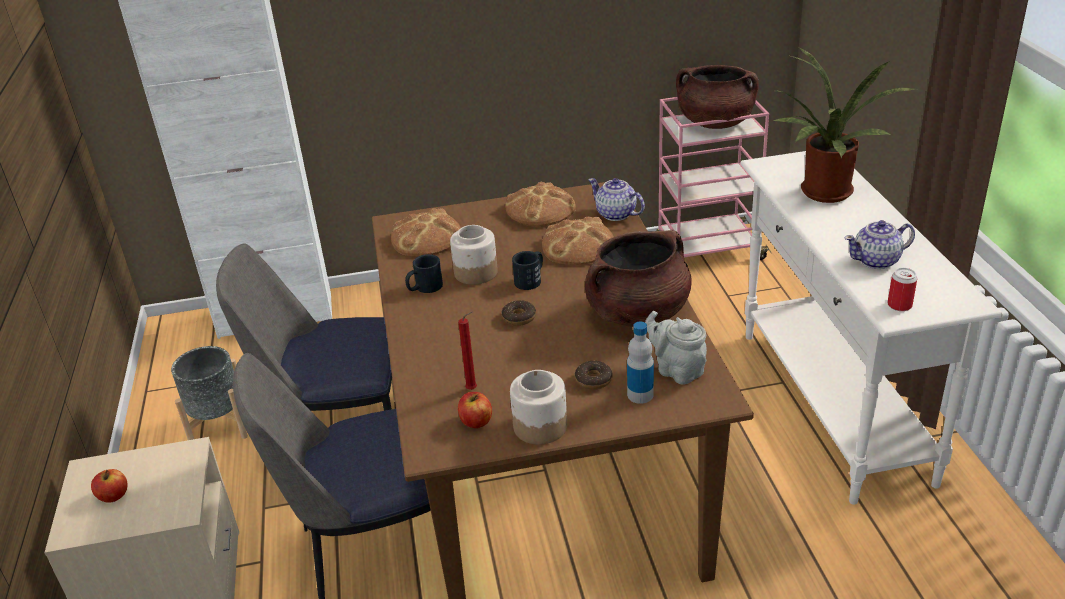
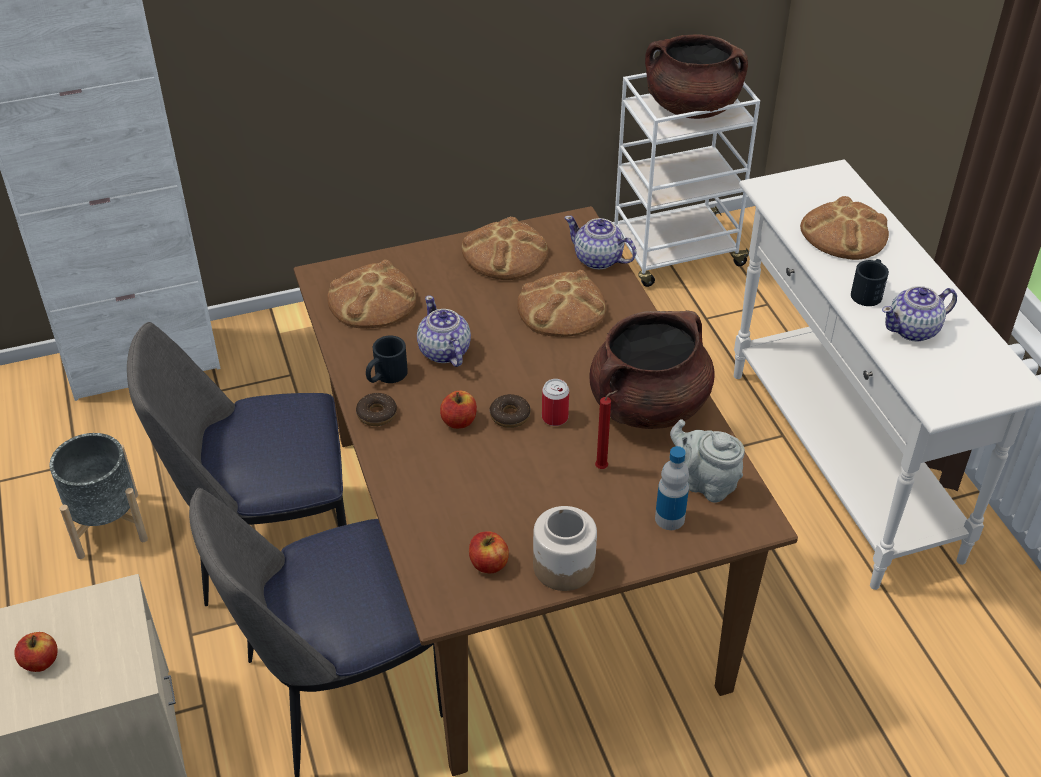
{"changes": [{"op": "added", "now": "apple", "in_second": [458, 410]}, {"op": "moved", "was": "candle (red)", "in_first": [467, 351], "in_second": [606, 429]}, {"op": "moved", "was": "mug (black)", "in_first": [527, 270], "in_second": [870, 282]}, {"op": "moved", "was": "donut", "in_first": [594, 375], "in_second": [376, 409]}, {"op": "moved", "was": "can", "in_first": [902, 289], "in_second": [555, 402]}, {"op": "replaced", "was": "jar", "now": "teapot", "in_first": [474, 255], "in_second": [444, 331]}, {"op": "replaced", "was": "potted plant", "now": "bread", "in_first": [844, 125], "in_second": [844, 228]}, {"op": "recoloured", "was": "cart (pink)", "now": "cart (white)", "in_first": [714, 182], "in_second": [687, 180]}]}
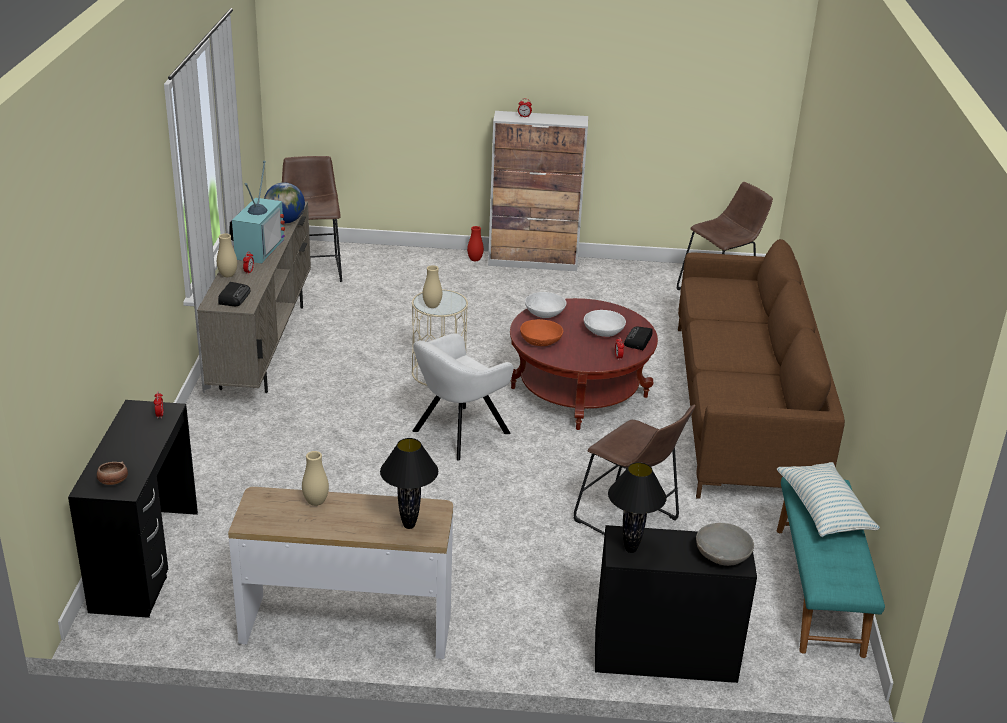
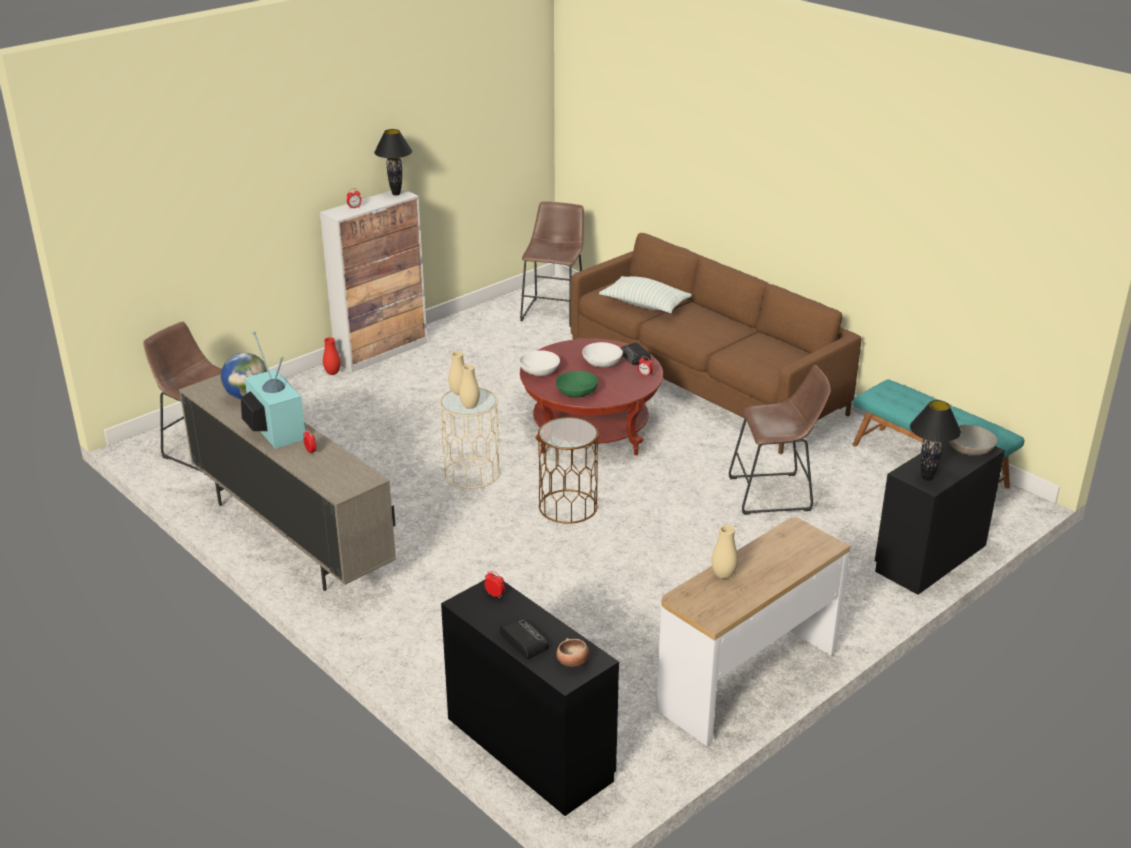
{"changes": [{"op": "moved", "was": "vase (beige)", "in_first": [227, 255], "in_second": [456, 373]}, {"op": "moved", "was": "radio", "in_first": [234, 294], "in_second": [524, 639]}, {"op": "moved", "was": "table lamp (black)", "in_first": [409, 483], "in_second": [393, 162]}, {"op": "moved", "was": "pillow", "in_first": [828, 499], "in_second": [645, 294]}, {"op": "replaced", "was": "armchair (white)", "now": "side table (brown)", "in_first": [463, 396], "in_second": [568, 470]}, {"op": "recoloured", "was": "bowl (orange)", "now": "bowl (green)", "in_first": [541, 332], "in_second": [576, 384]}]}
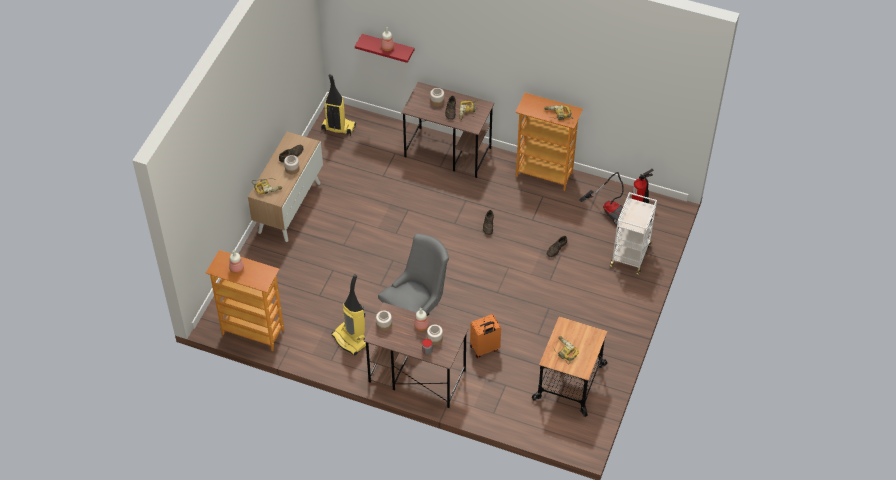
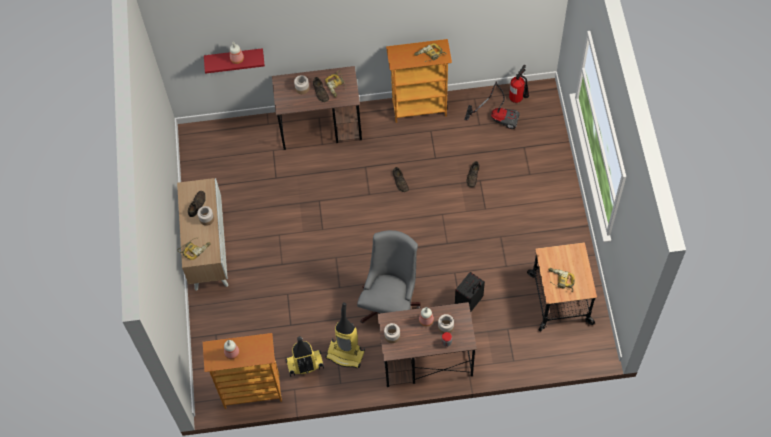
{"changes": [{"op": "removed", "was": "cart (white)", "in_first": [633, 234]}, {"op": "moved", "was": "vacuum cleaner", "in_first": [338, 105], "in_second": [305, 356]}, {"op": "recoloured", "was": "suitcase (orange)", "now": "suitcase (black)", "in_first": [485, 336], "in_second": [470, 292]}]}
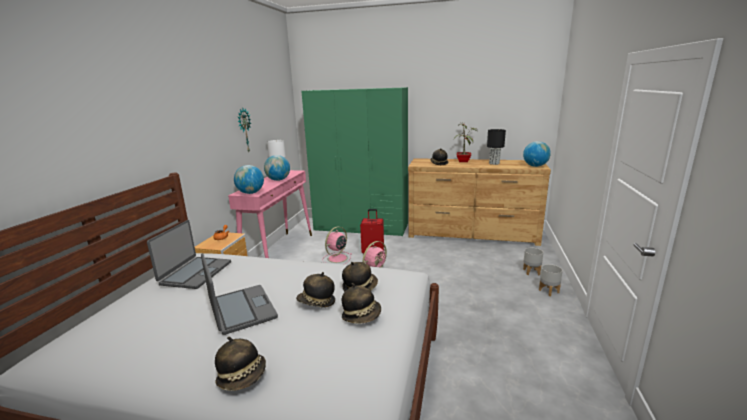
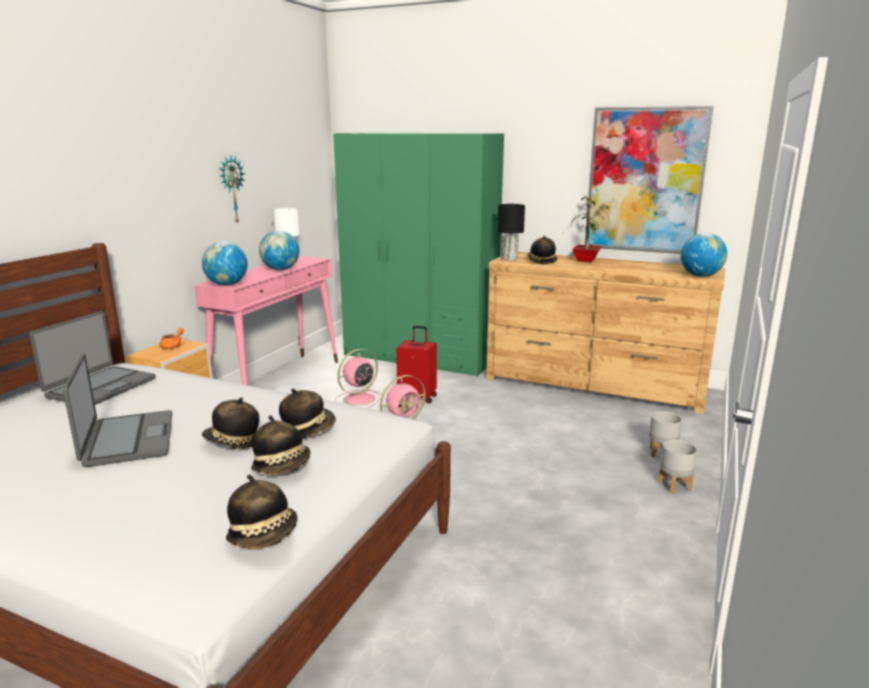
{"changes": [{"op": "added", "now": "picture", "in_second": [649, 180]}, {"op": "moved", "was": "hat", "in_first": [240, 364], "in_second": [262, 512]}, {"op": "moved", "was": "table lamp (black)", "in_first": [496, 147], "in_second": [511, 232]}]}
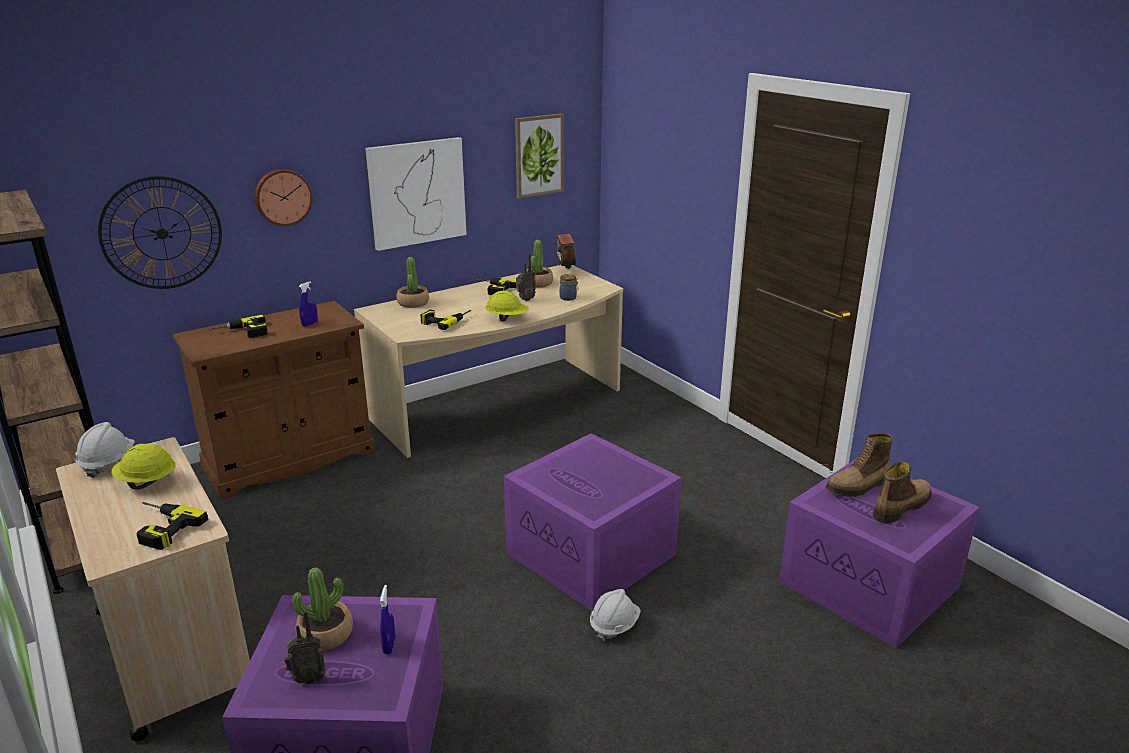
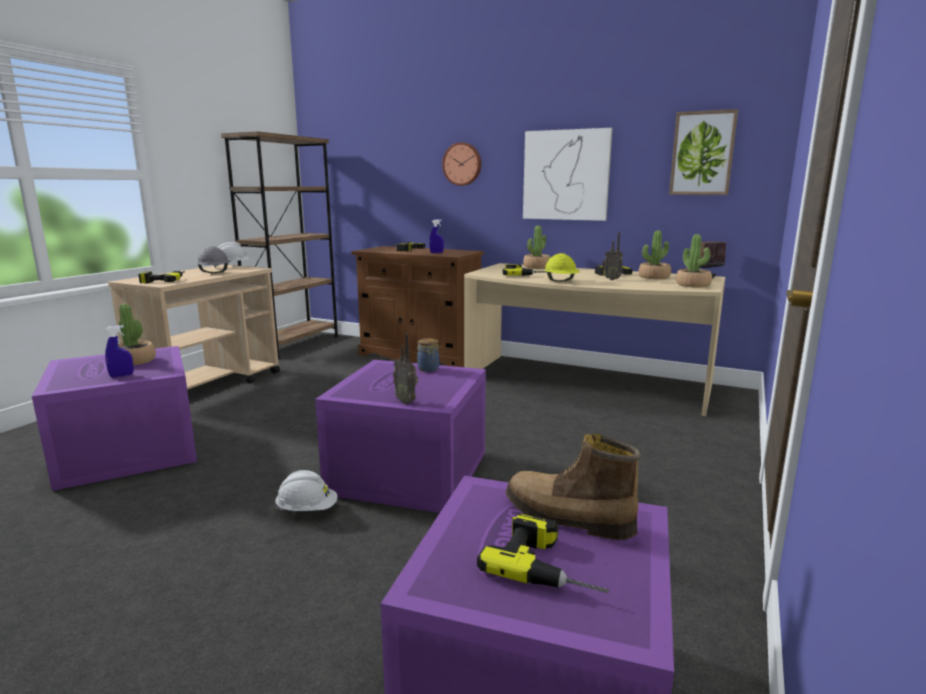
{"changes": [{"op": "removed", "was": "wall clock", "in_first": [160, 232]}, {"op": "added", "now": "potted plant", "in_second": [694, 261]}, {"op": "moved", "was": "radio", "in_first": [304, 647], "in_second": [405, 369]}, {"op": "moved", "was": "jar", "in_first": [569, 287], "in_second": [428, 355]}, {"op": "replaced", "was": "boot", "now": "power drill", "in_first": [902, 492], "in_second": [543, 553]}, {"op": "recoloured", "was": "hard hat (yellow)", "now": "hard hat (grey)", "in_first": [144, 466], "in_second": [213, 259]}]}
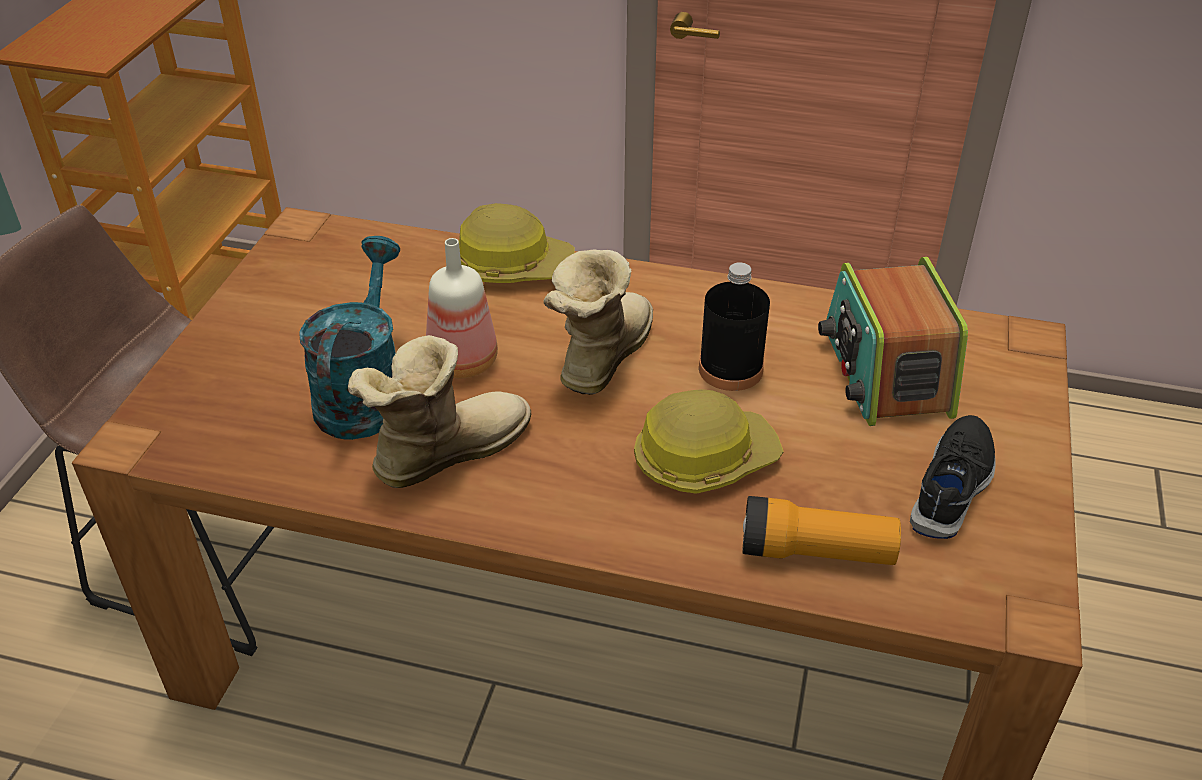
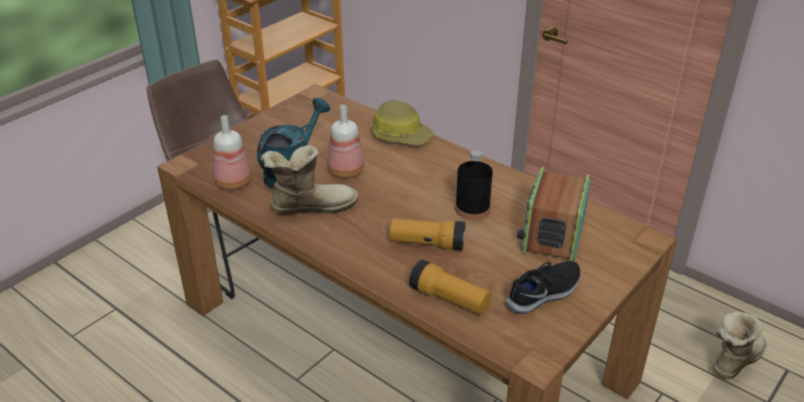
{"changes": [{"op": "added", "now": "bottle", "in_second": [232, 152]}, {"op": "moved", "was": "boot", "in_first": [598, 322], "in_second": [739, 345]}, {"op": "replaced", "was": "hard hat", "now": "flashlight", "in_first": [709, 441], "in_second": [427, 234]}]}
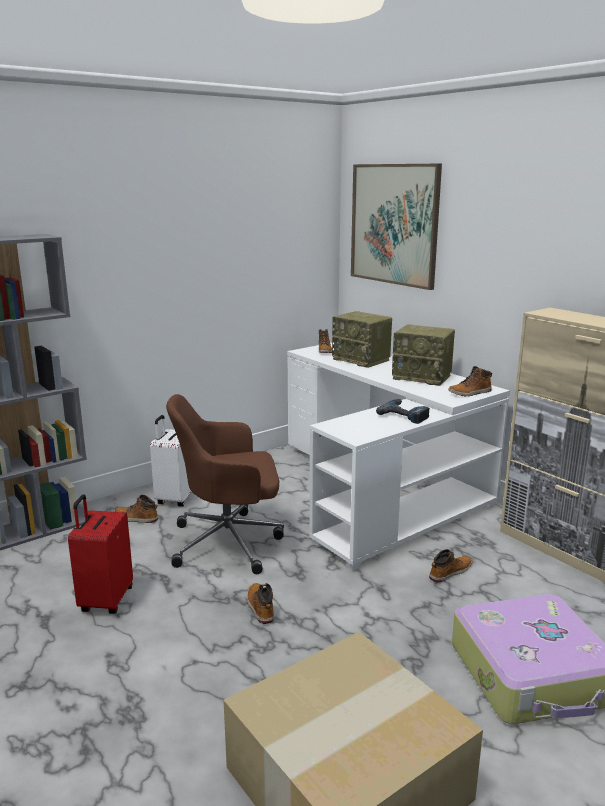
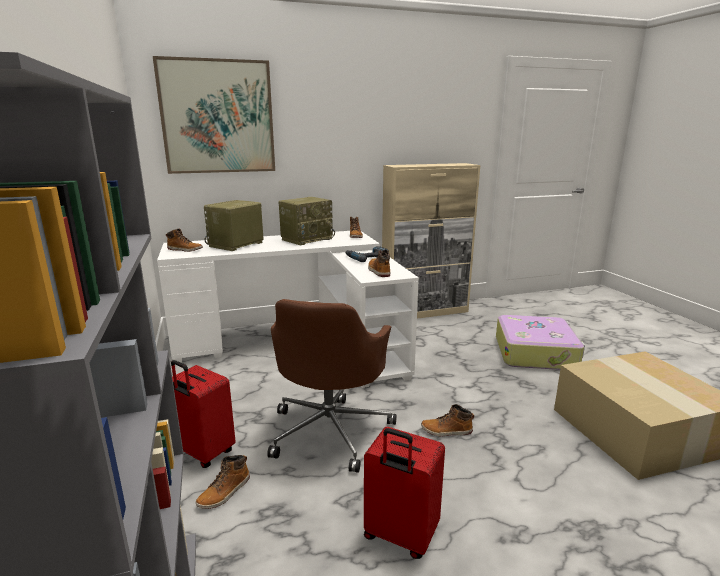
{"changes": [{"op": "moved", "was": "boot", "in_first": [450, 566], "in_second": [379, 263]}, {"op": "recoloured", "was": "suitcase (white)", "now": "suitcase (red)", "in_first": [171, 461], "in_second": [203, 414]}, {"op": "turned", "was": "radio", "in_first": [362, 339], "in_second": [233, 225], "clockwise": 150}]}
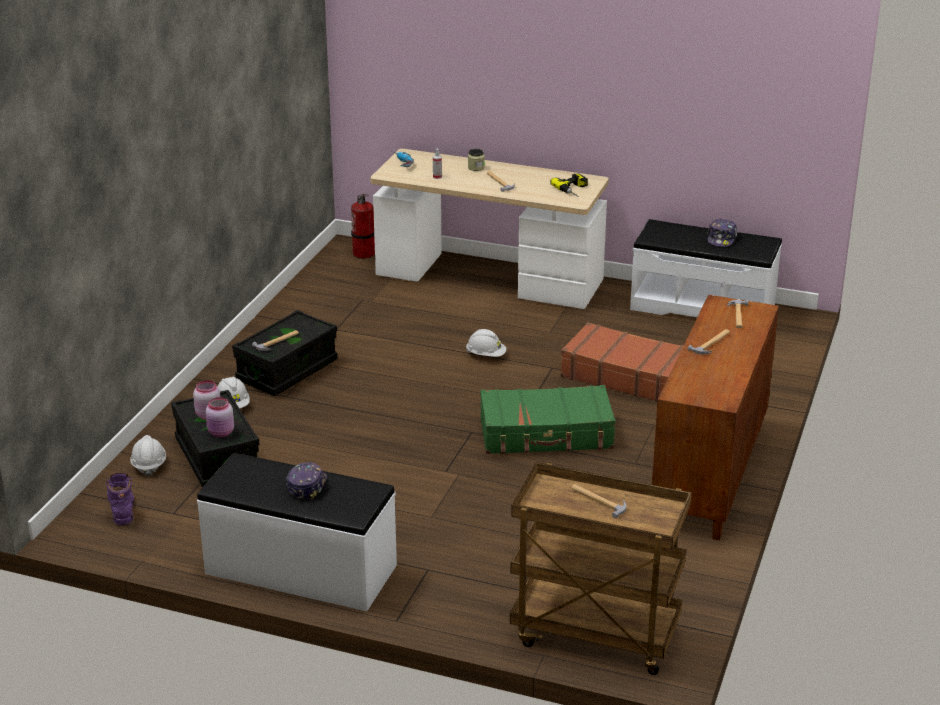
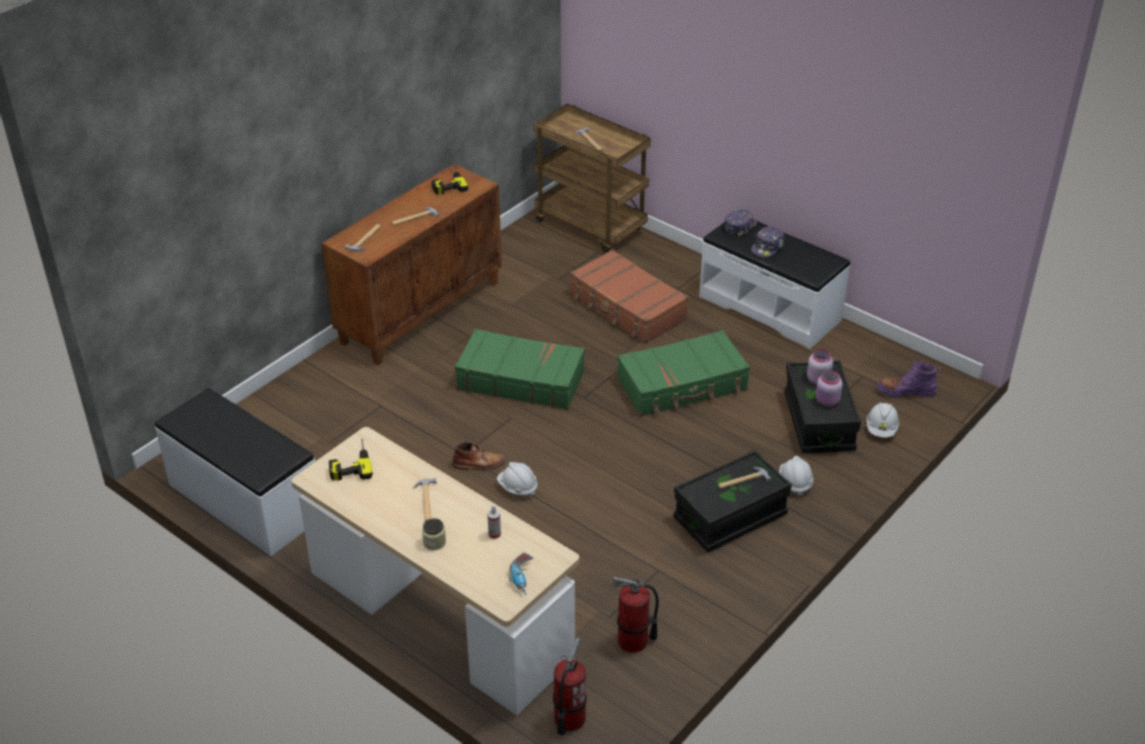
{"changes": [{"op": "added", "now": "power drill", "in_second": [450, 180]}, {"op": "added", "now": "boot (brown)", "in_second": [479, 456]}, {"op": "added", "now": "fire extinguisher", "in_second": [635, 614]}, {"op": "added", "now": "suitcase (green)", "in_second": [683, 373]}, {"op": "moved", "was": "suitcase (brown)", "in_first": [622, 362], "in_second": [629, 297]}, {"op": "moved", "was": "cap", "in_first": [722, 232], "in_second": [741, 223]}, {"op": "turned", "was": "boot (purple)", "in_first": [120, 499], "in_second": [909, 377], "clockwise": 90}]}
